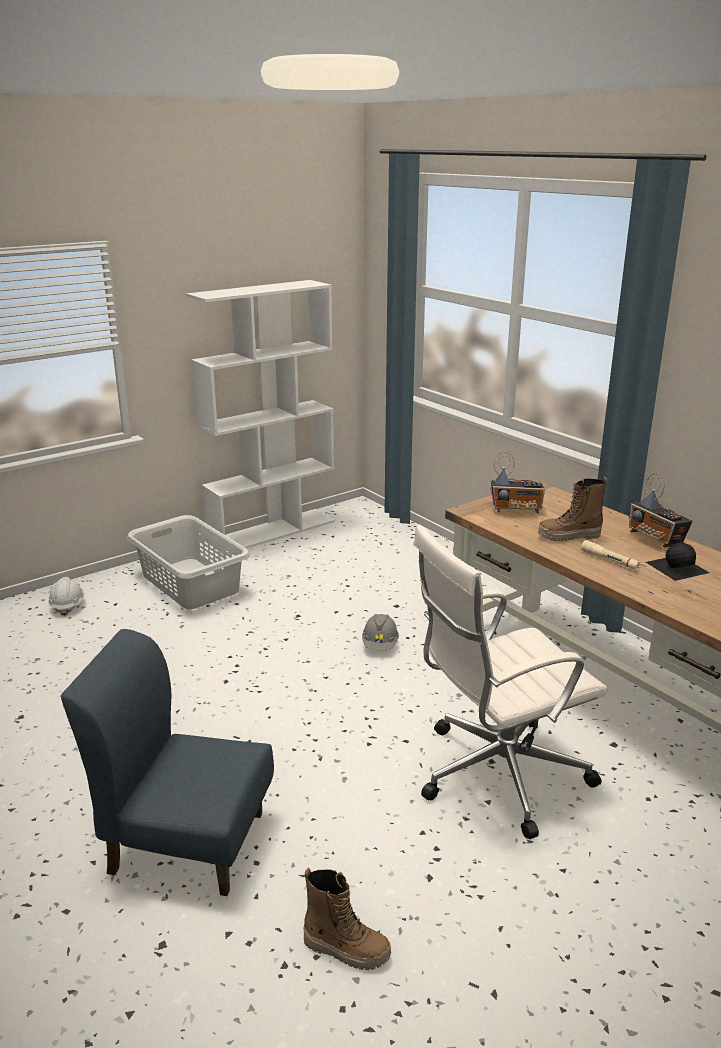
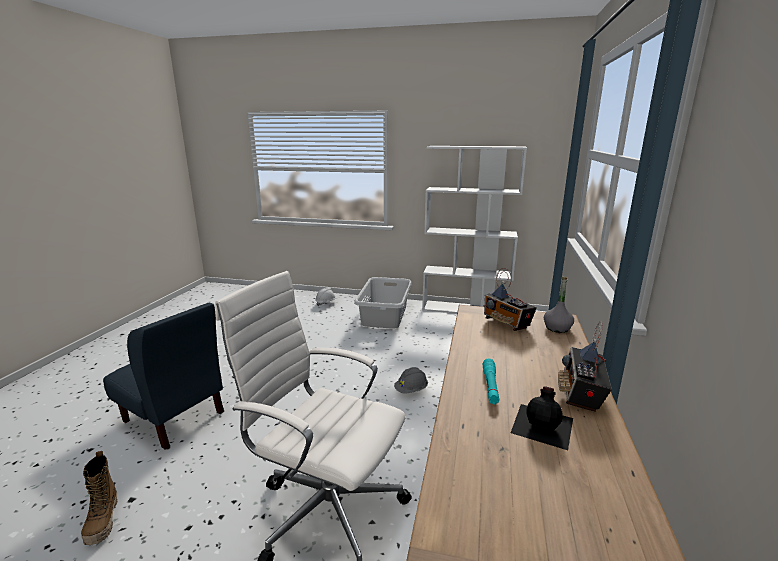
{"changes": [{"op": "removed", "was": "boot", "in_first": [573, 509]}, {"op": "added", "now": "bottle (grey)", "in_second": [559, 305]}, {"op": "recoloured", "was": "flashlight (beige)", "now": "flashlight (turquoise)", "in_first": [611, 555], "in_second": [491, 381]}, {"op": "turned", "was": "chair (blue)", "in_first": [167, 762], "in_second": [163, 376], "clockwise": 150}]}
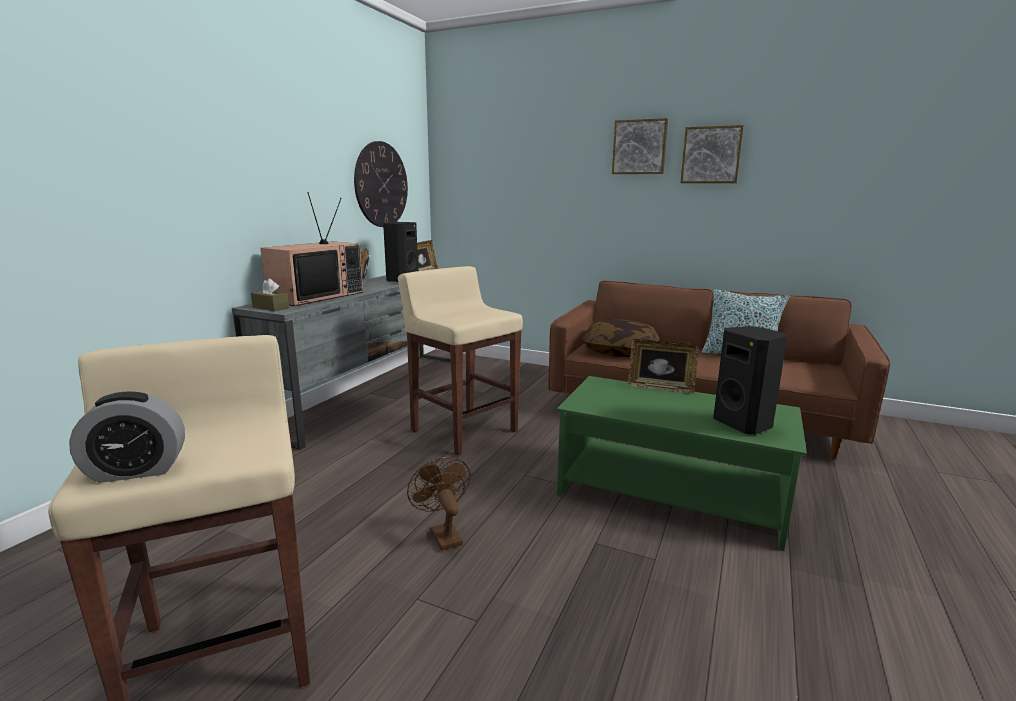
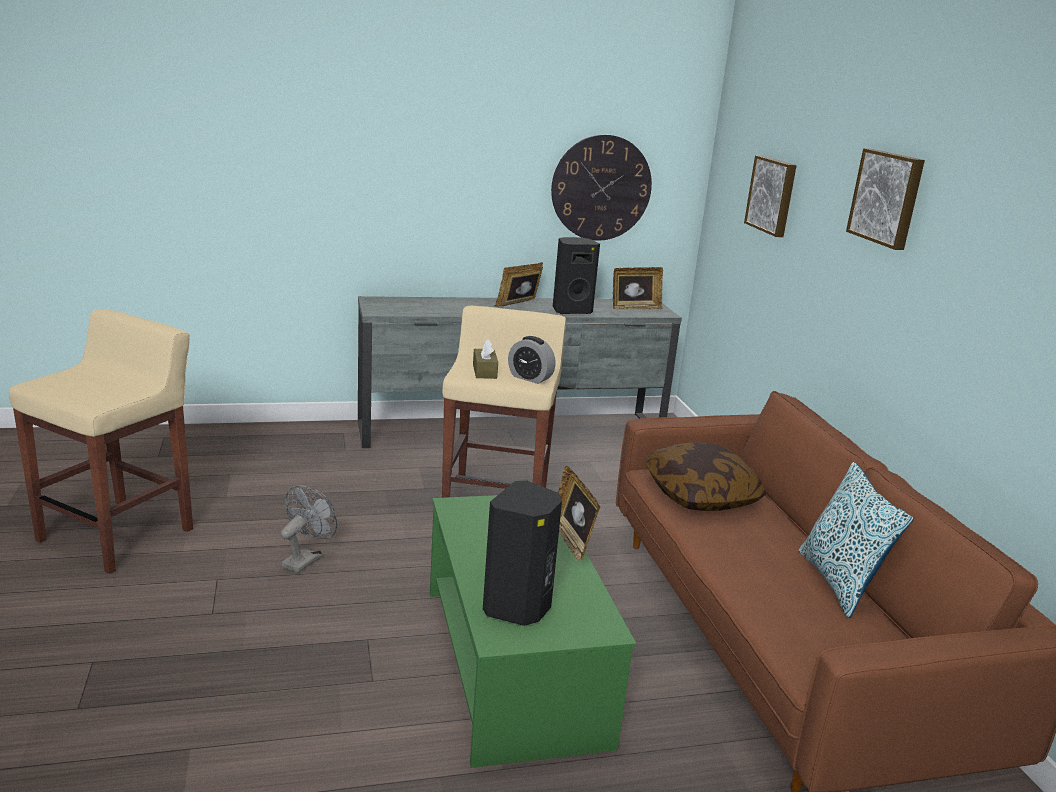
{"changes": [{"op": "removed", "was": "television", "in_first": [312, 249]}, {"op": "moved", "was": "alarm clock", "in_first": [127, 437], "in_second": [531, 360]}, {"op": "moved", "was": "tissue box (brown)", "in_first": [270, 295], "in_second": [485, 359]}, {"op": "moved", "was": "picture", "in_first": [712, 154], "in_second": [770, 196]}, {"op": "recoloured", "was": "fan (brown)", "now": "fan (grey)", "in_first": [439, 504], "in_second": [308, 529]}]}
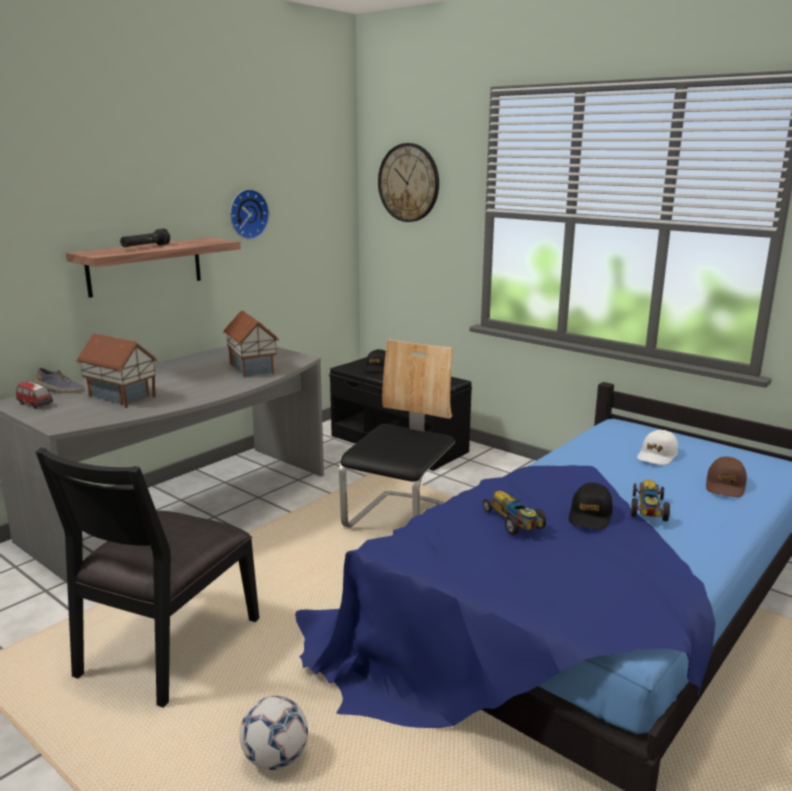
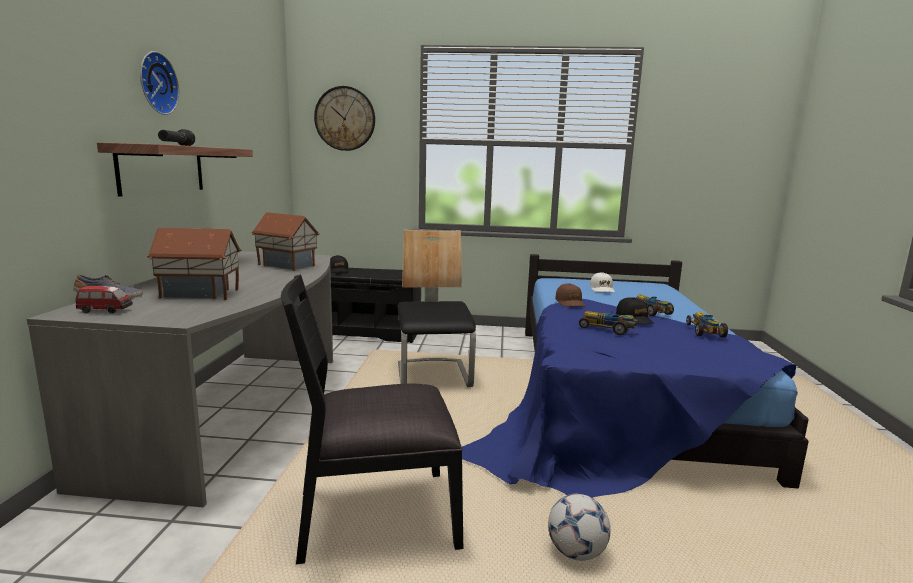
{"changes": [{"op": "added", "now": "toy car", "in_second": [707, 325]}, {"op": "moved", "was": "wall clock", "in_first": [249, 214], "in_second": [159, 83]}, {"op": "moved", "was": "cap (brown)", "in_first": [726, 477], "in_second": [570, 295]}, {"op": "turned", "was": "chair (black)", "in_first": [147, 578], "in_second": [372, 419], "clockwise": 90}]}
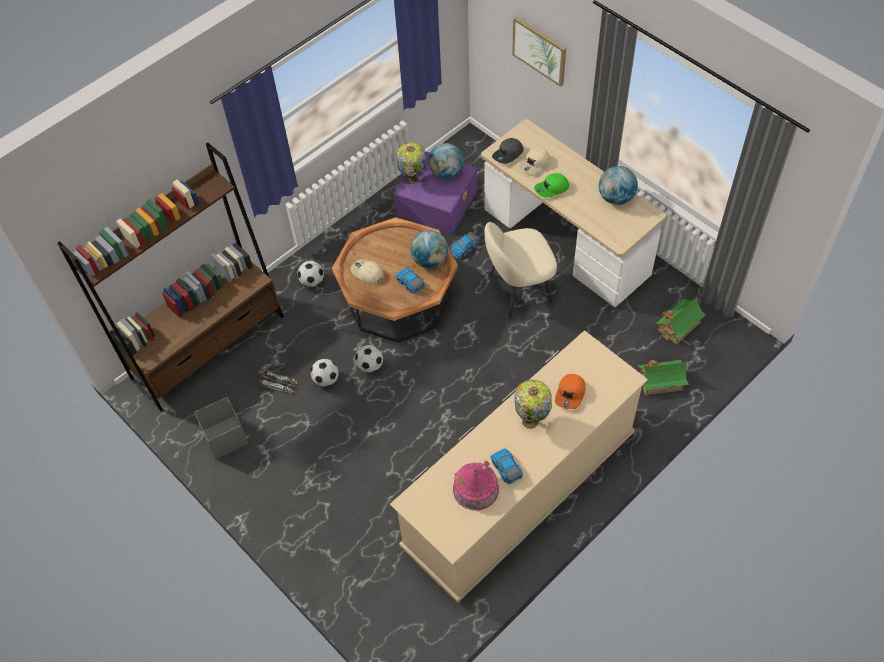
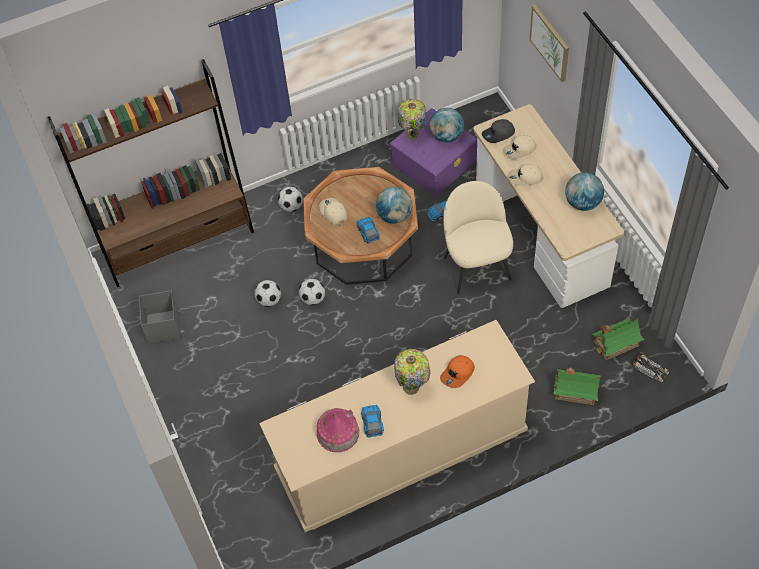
{"changes": [{"op": "moved", "was": "toy car", "in_first": [278, 381], "in_second": [651, 367]}, {"op": "recoloured", "was": "cap (green)", "now": "cap (beige)", "in_first": [551, 185], "in_second": [525, 175]}, {"op": "turned", "was": "chair (beige)", "in_first": [521, 270], "in_second": [478, 237], "clockwise": 75}]}
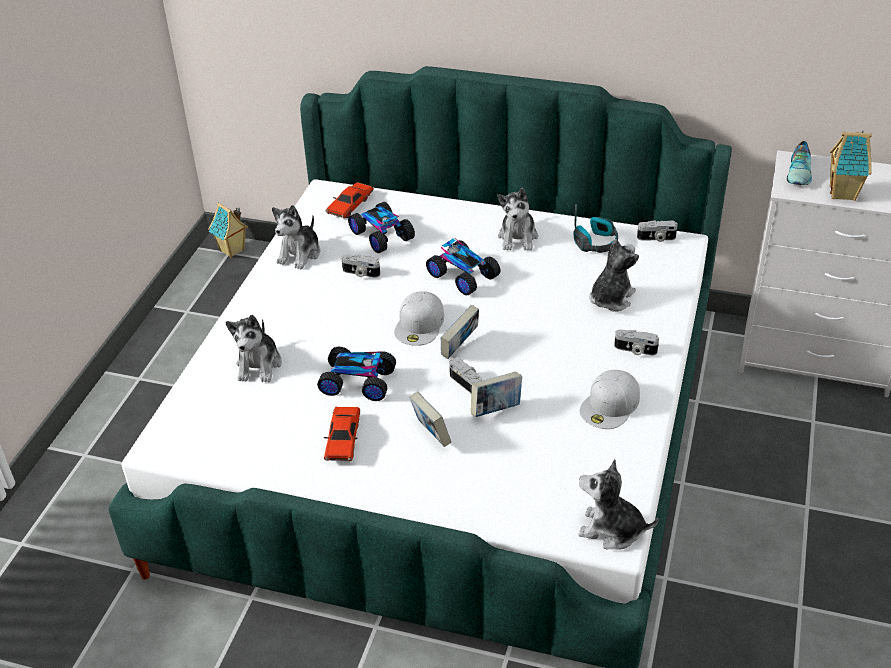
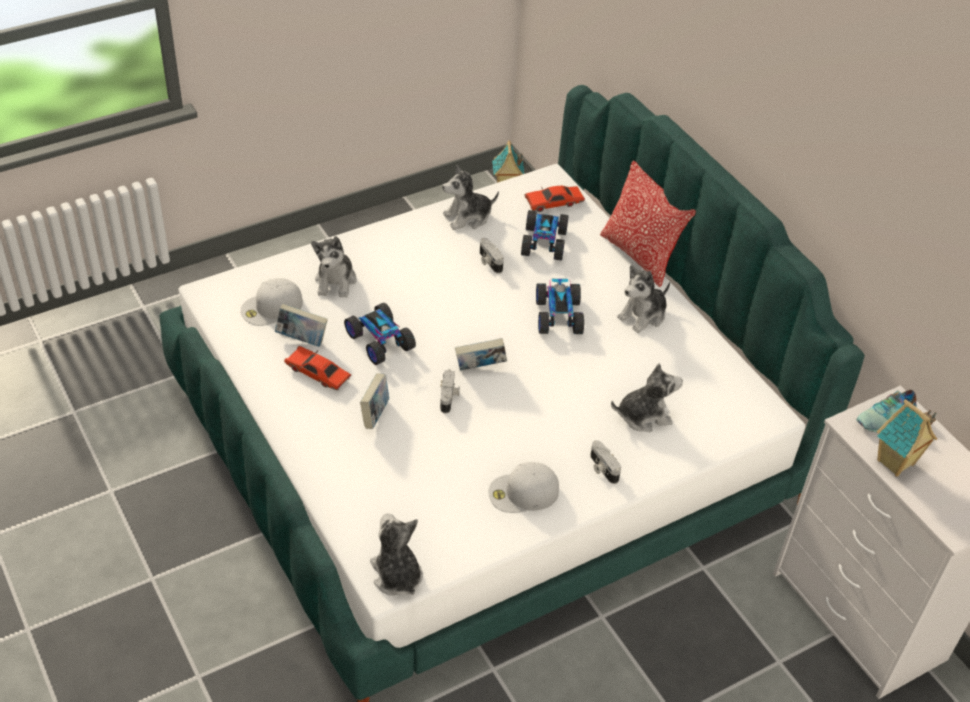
{"changes": [{"op": "removed", "was": "headphones", "in_first": [595, 228]}, {"op": "removed", "was": "photo camera", "in_first": [657, 231]}, {"op": "added", "now": "pillow", "in_second": [648, 224]}, {"op": "moved", "was": "cap (white)", "in_first": [419, 318], "in_second": [272, 302]}, {"op": "moved", "was": "book", "in_first": [496, 394], "in_second": [301, 325]}, {"op": "turned", "was": "plush toy", "in_first": [254, 349], "in_second": [334, 267], "clockwise": -45}, {"op": "turned", "was": "toy car (red)", "in_first": [342, 434], "in_second": [318, 368], "clockwise": 75}]}
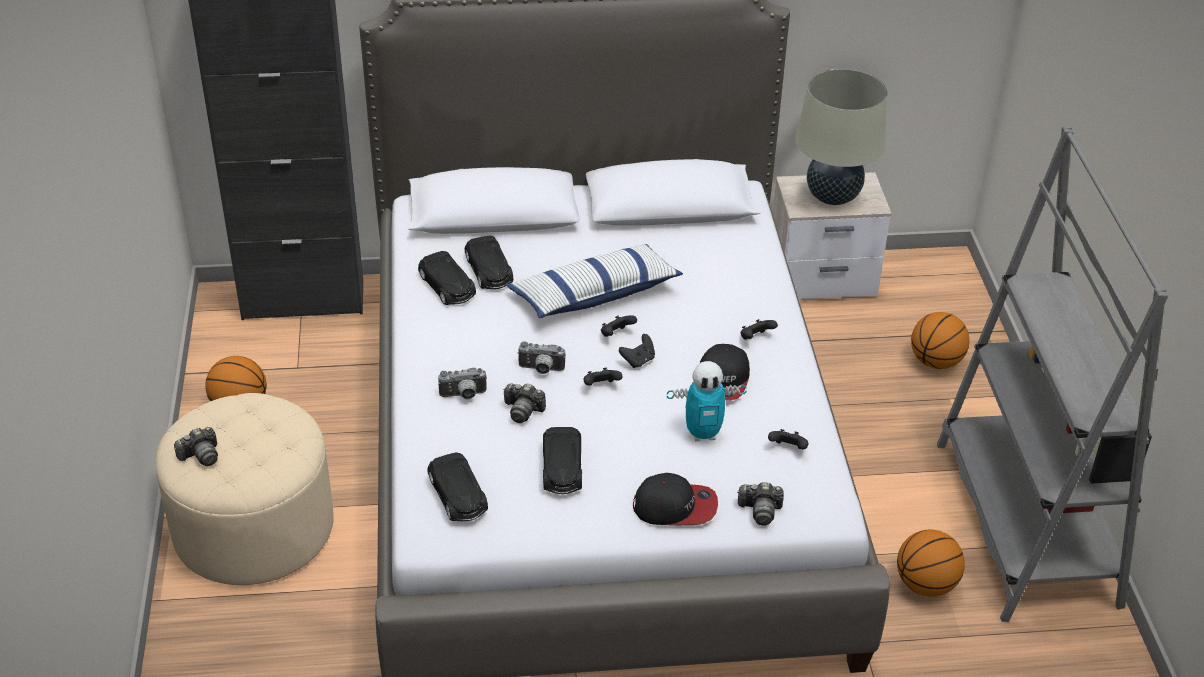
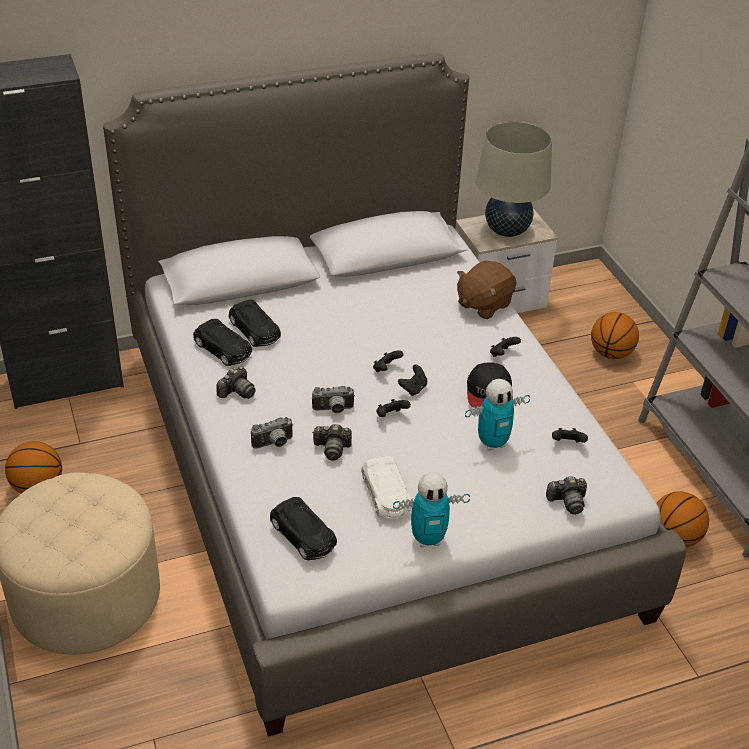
{"changes": [{"op": "removed", "was": "pillow", "in_first": [595, 281]}, {"op": "removed", "was": "cap", "in_first": [675, 499]}, {"op": "added", "now": "toy robot", "in_second": [431, 510]}, {"op": "added", "now": "plush toy (brown)", "in_second": [487, 289]}, {"op": "moved", "was": "photo camera", "in_first": [196, 446], "in_second": [236, 382]}, {"op": "recoloured", "was": "toy car (black)", "now": "toy car (white)", "in_first": [562, 460], "in_second": [386, 487]}]}
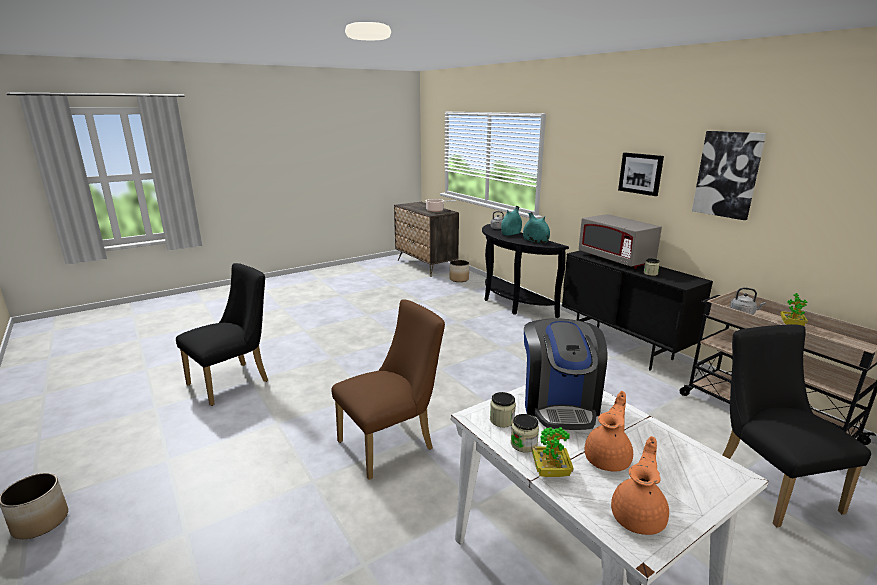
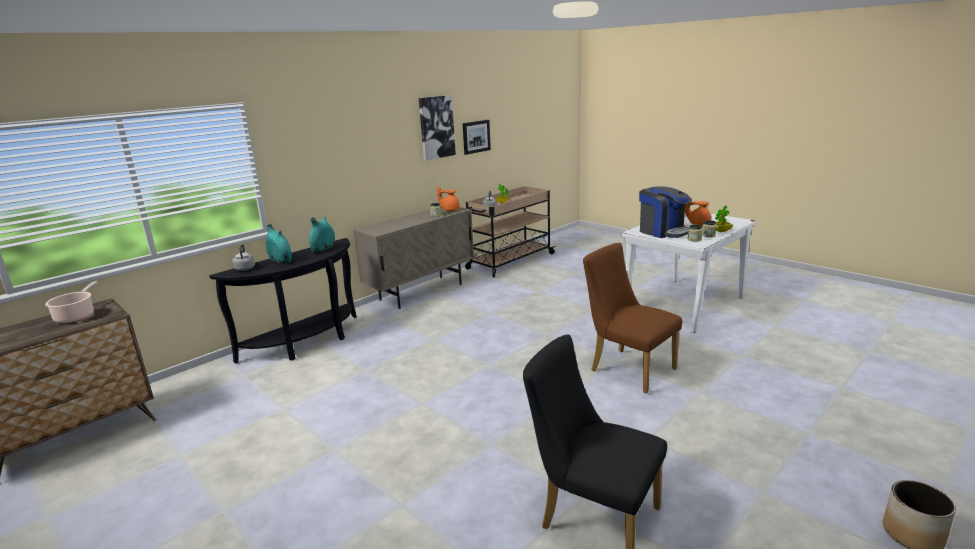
{"changes": [{"op": "removed", "was": "planter", "in_first": [459, 271]}, {"op": "removed", "was": "microwave (grey)", "in_first": [620, 241]}, {"op": "removed", "was": "chair (black)", "in_first": [797, 425]}, {"op": "moved", "was": "teapot (orange)", "in_first": [640, 485], "in_second": [448, 198]}, {"op": "moved", "was": "picture", "in_first": [641, 174], "in_second": [477, 137]}, {"op": "recoloured", "was": "cabinet (black)", "now": "cabinet (beige)", "in_first": [637, 311], "in_second": [413, 257]}, {"op": "turned", "was": "coffee machine", "in_first": [565, 374], "in_second": [665, 212], "clockwise": 60}]}
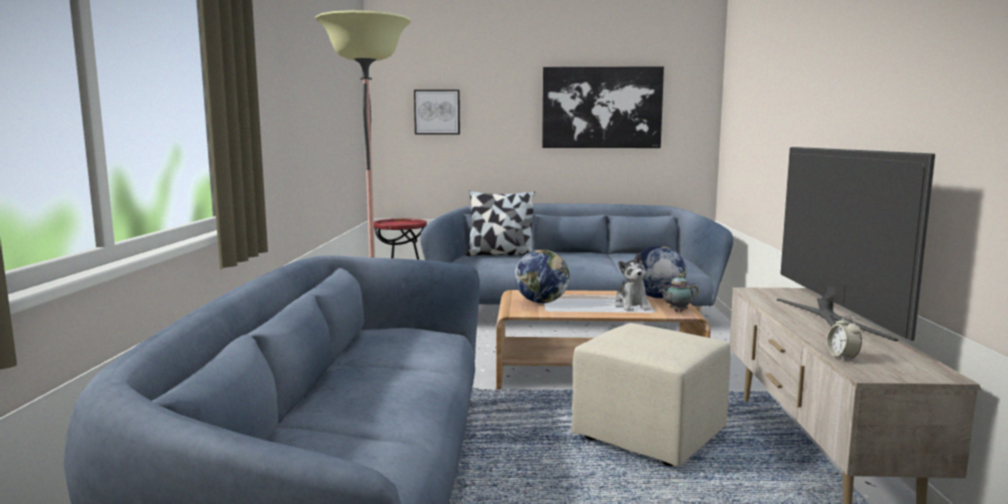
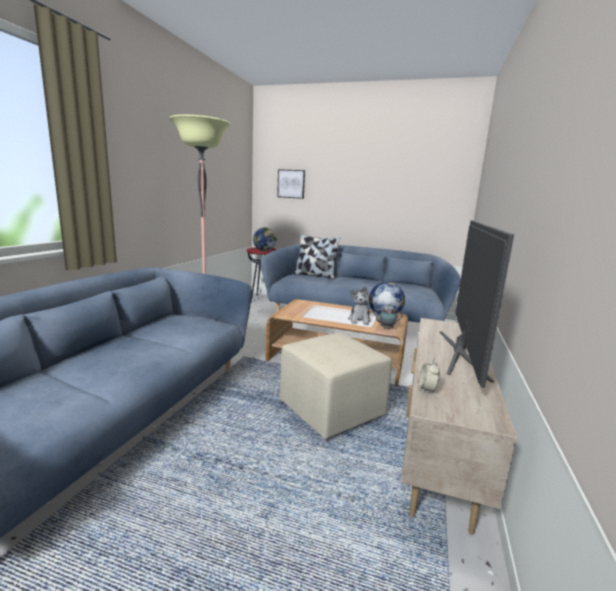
{"changes": [{"op": "removed", "was": "picture", "in_first": [603, 107]}, {"op": "moved", "was": "globe", "in_first": [542, 276], "in_second": [265, 239]}]}
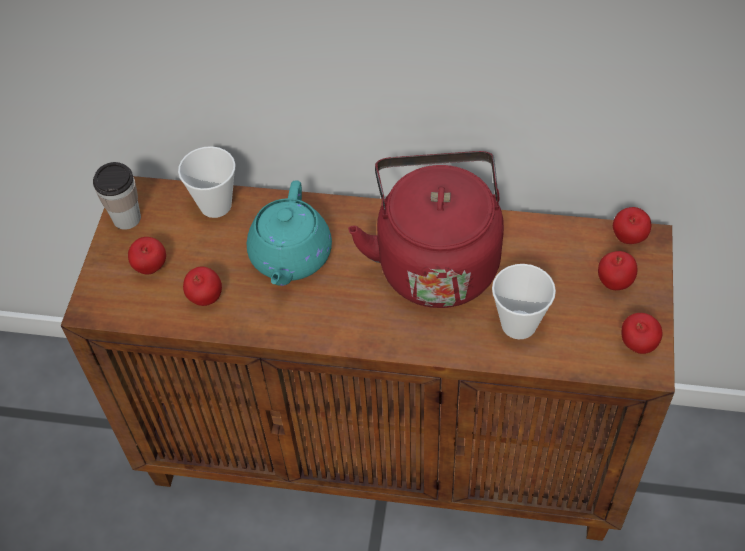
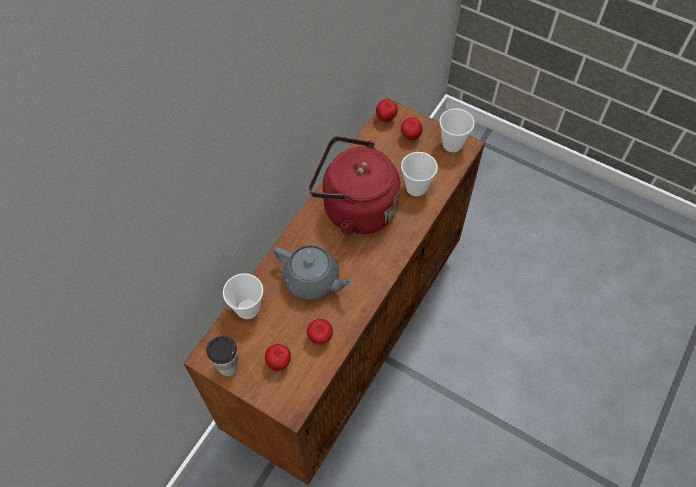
{"changes": [{"op": "replaced", "was": "apple", "now": "cup", "in_first": [642, 333], "in_second": [457, 130]}, {"op": "recoloured", "was": "teapot (turquoise)", "now": "teapot (grey)", "in_first": [289, 233], "in_second": [313, 272]}]}
